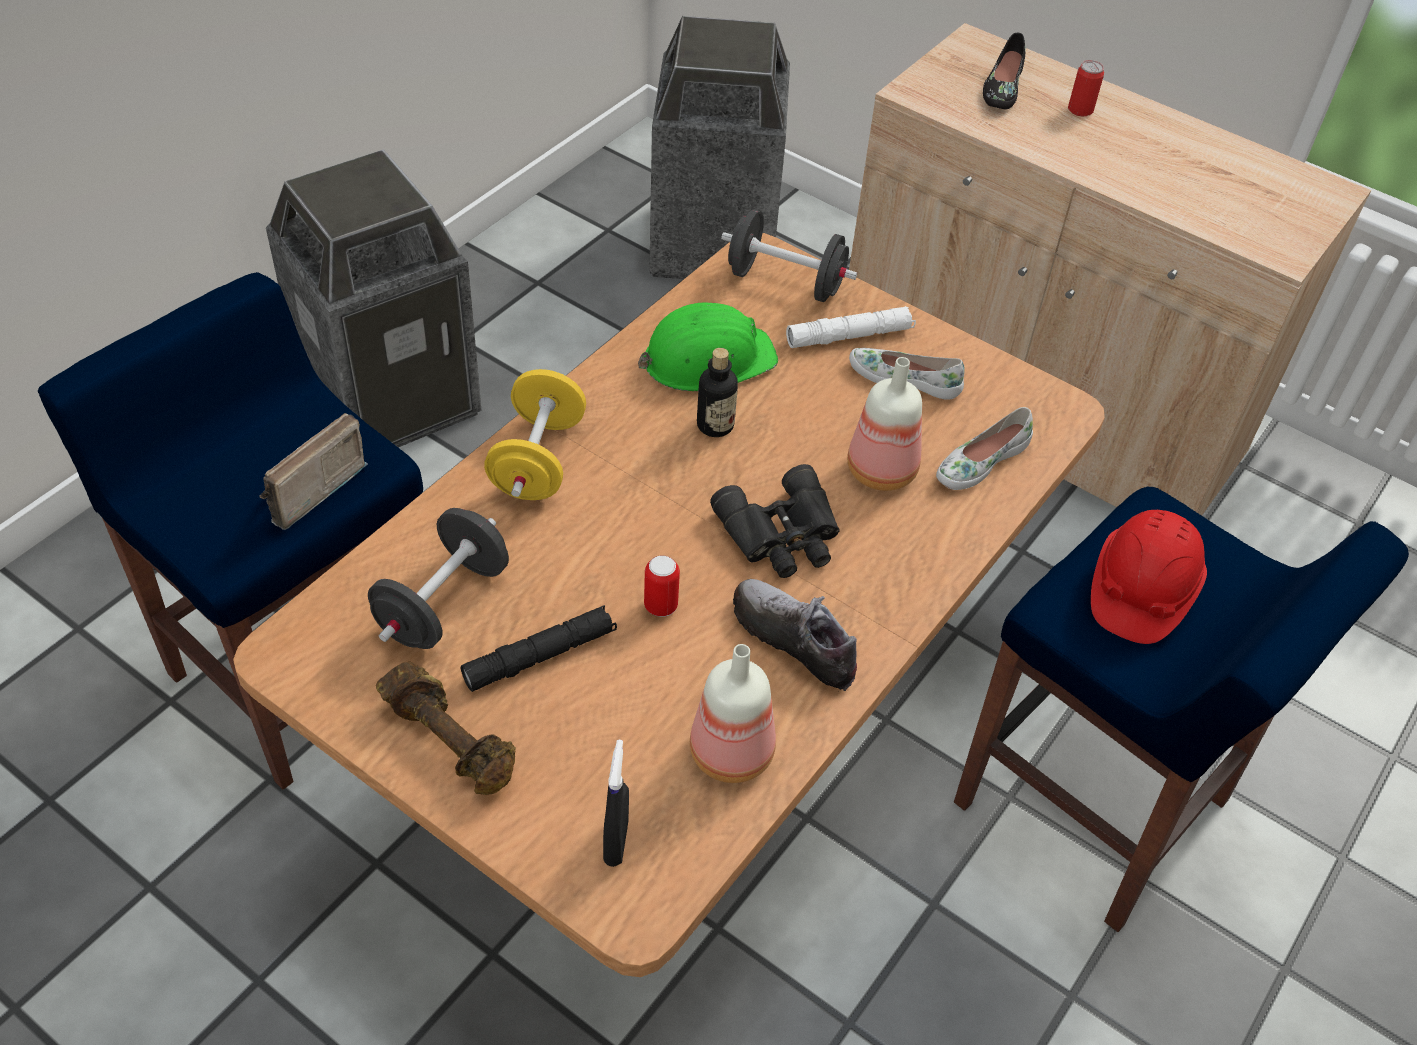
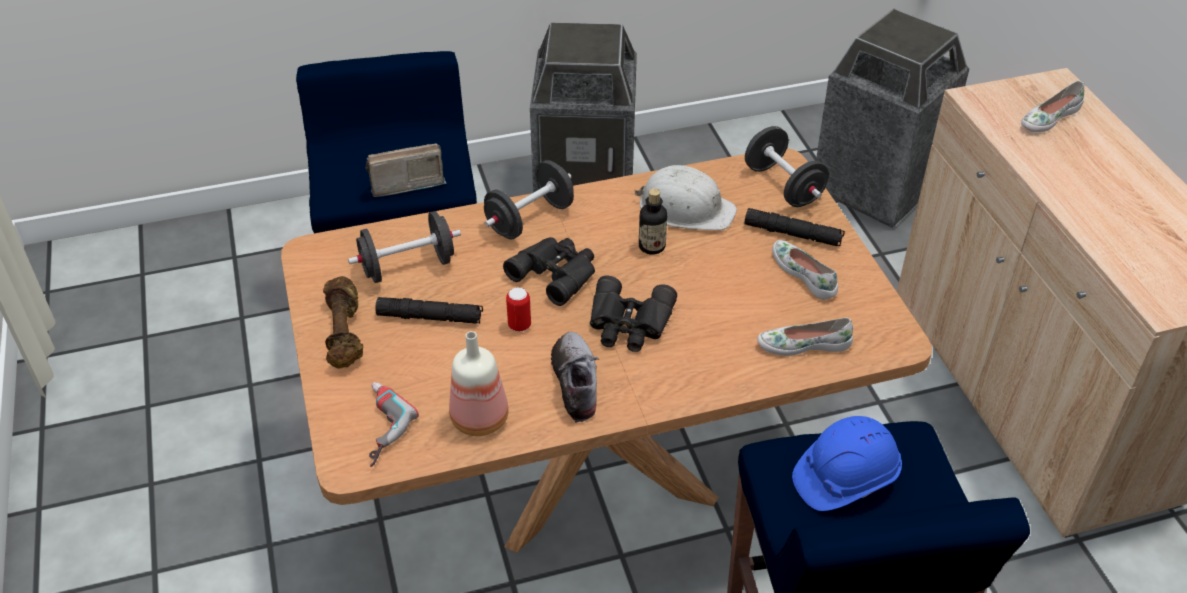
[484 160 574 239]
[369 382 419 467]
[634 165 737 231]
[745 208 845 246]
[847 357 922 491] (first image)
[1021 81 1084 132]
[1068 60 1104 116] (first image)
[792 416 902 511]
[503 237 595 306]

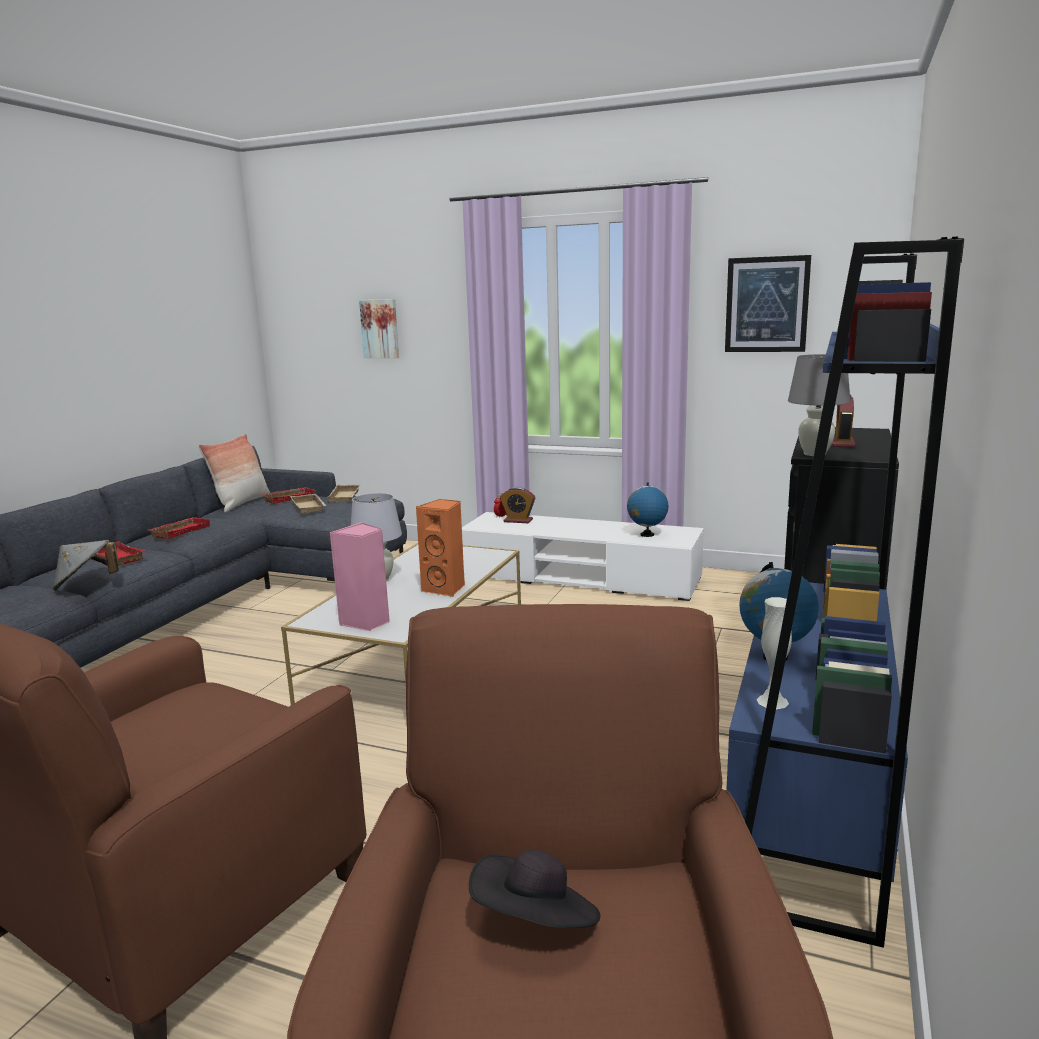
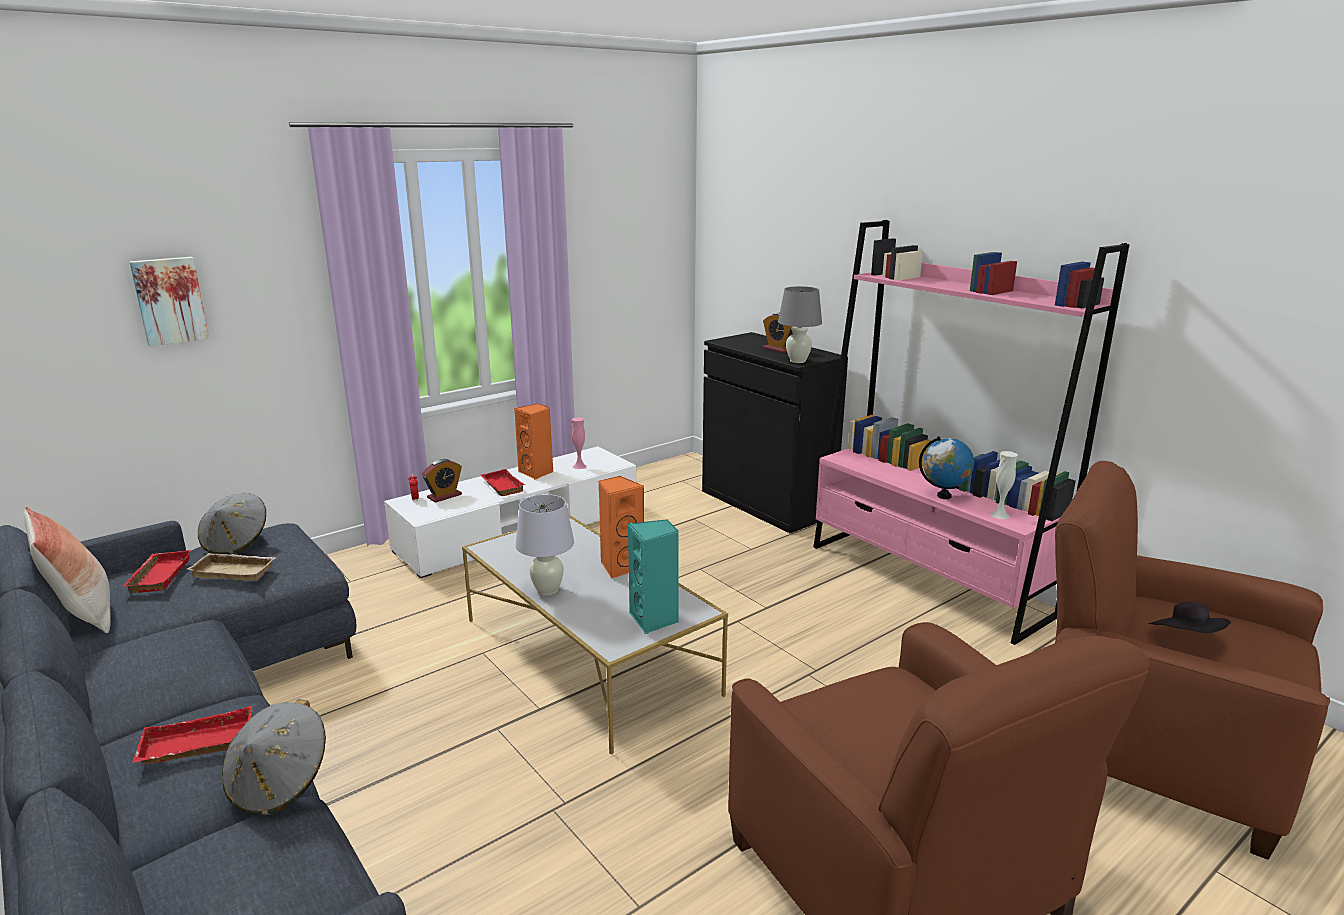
[480 469 526 496]
[198 493 266 555]
[628 519 679 634]
[572 417 587 469]
[725 255 811 352] (first image)
[813 220 1129 645]
[514 404 554 480]

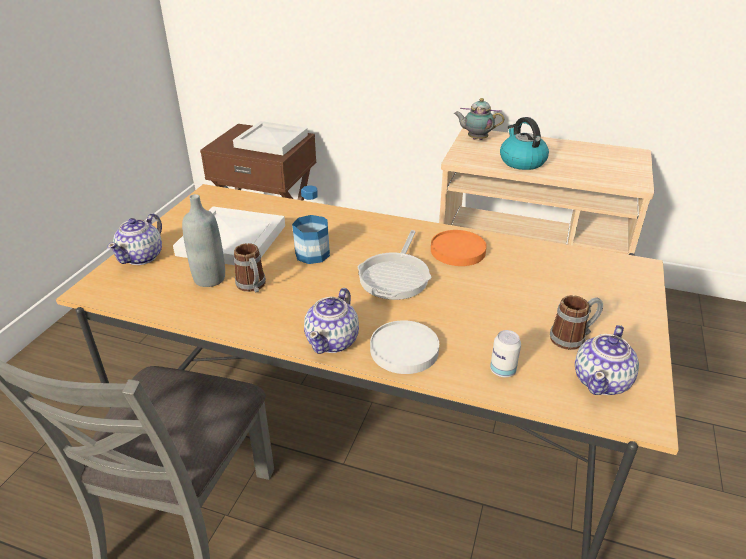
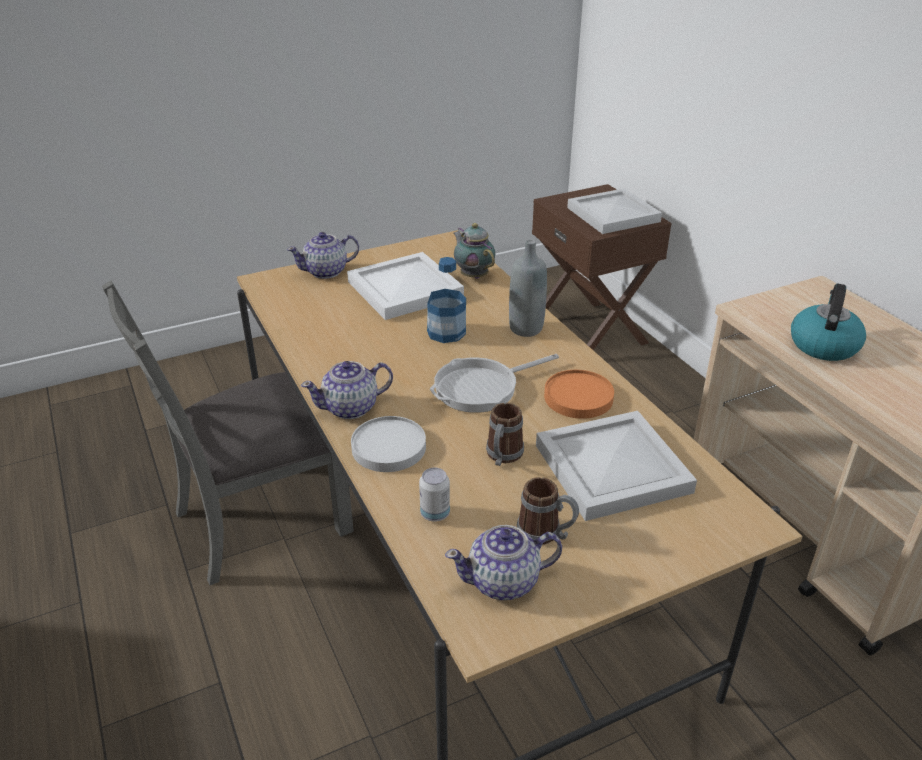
[509 240 547 337]
[486 403 524 466]
[454 223 495 279]
[536 411 697 521]

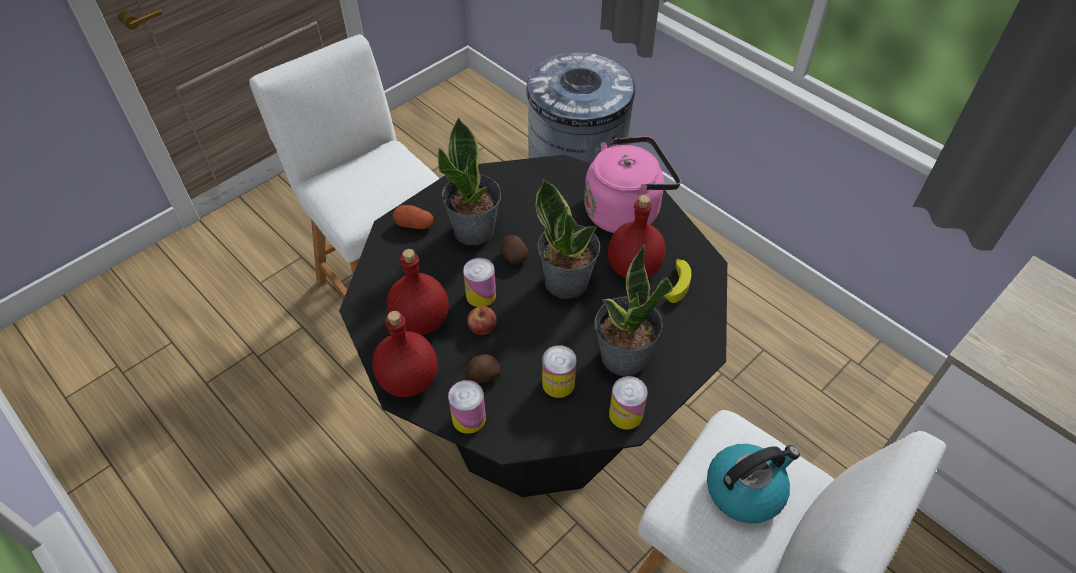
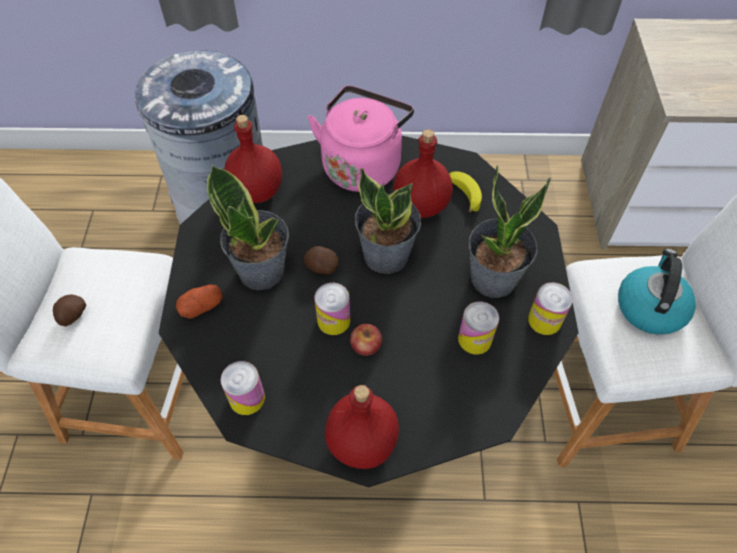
[224 115 282 203]
[221 361 265 415]
[53 295 86 326]

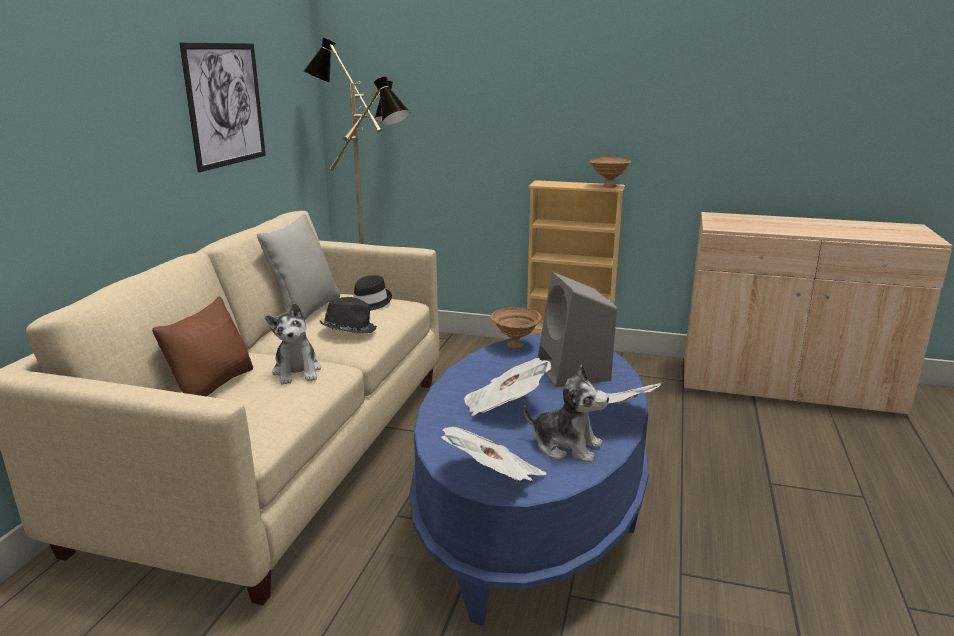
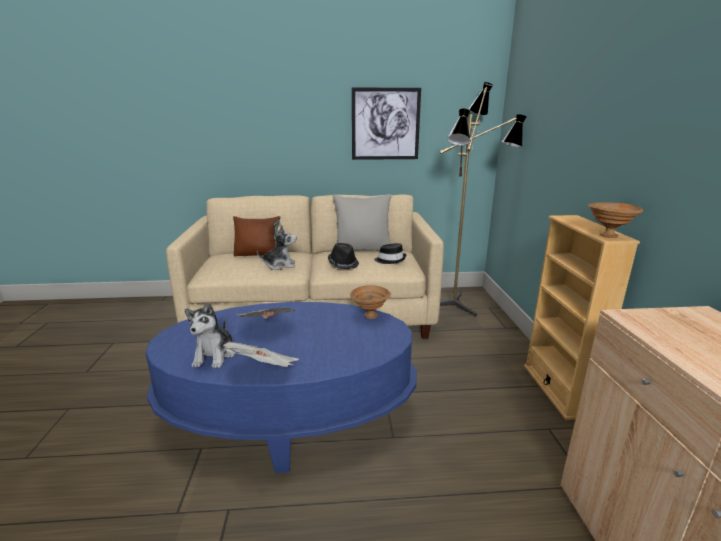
[257 225 297 270]
[441 427 547 481] (first image)
[538 272 617 387] (first image)

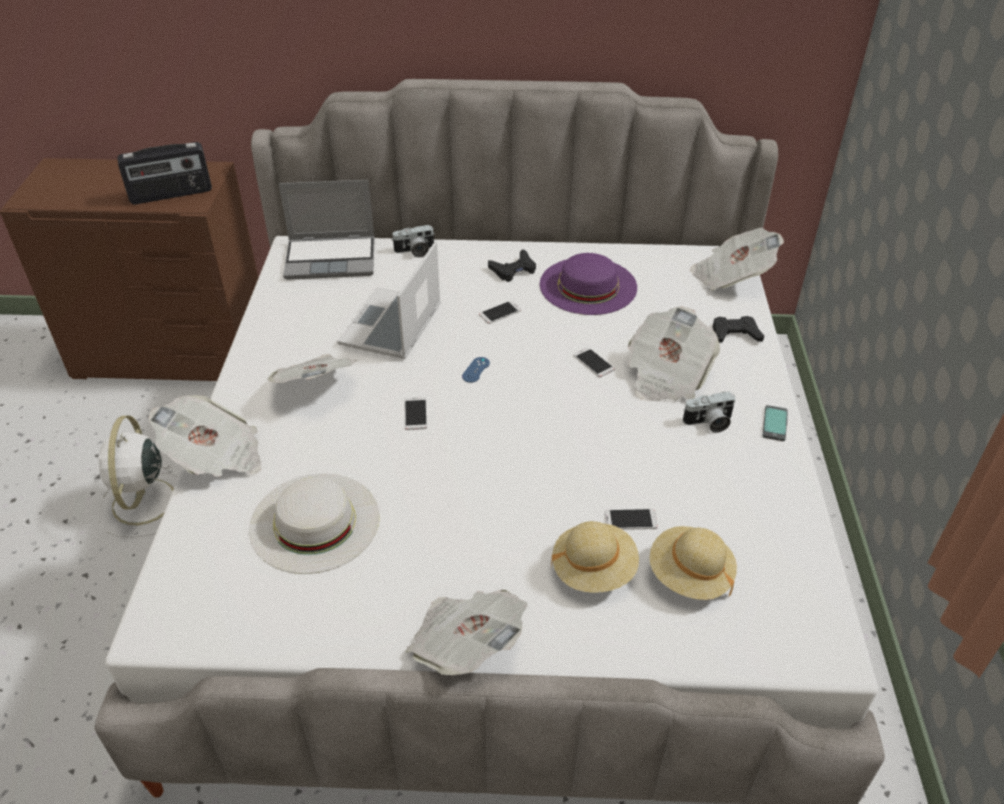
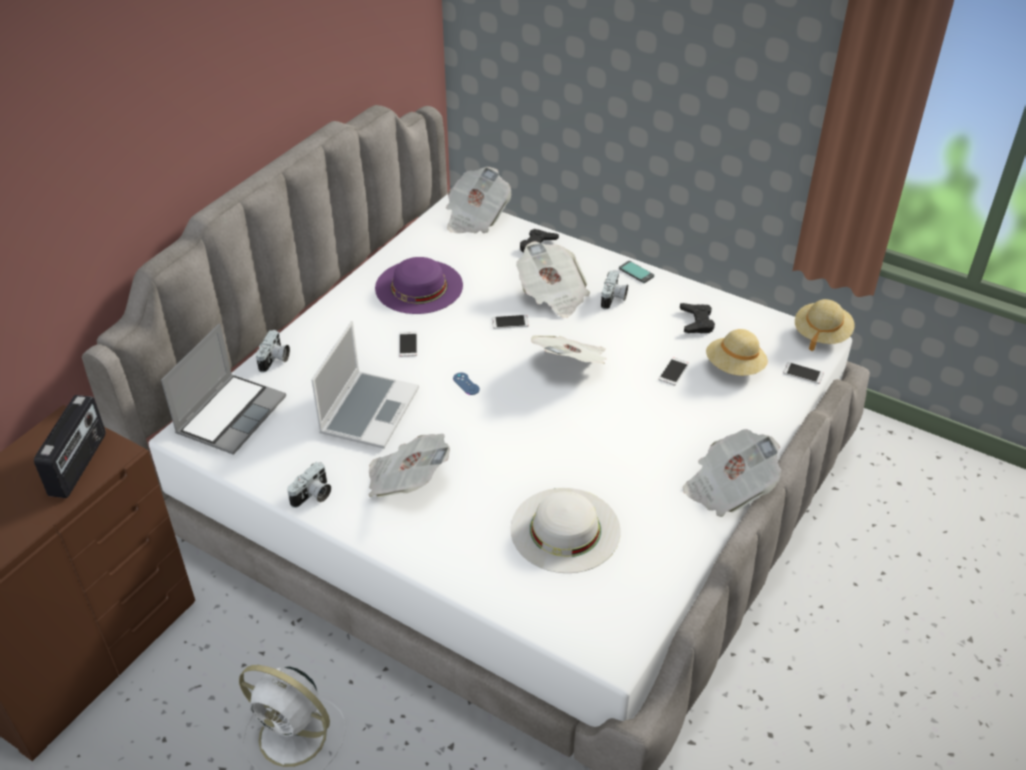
[531 335 607 364]
[311 321 419 449]
[783 362 824 384]
[680 303 715 333]
[795 299 855 351]
[287 462 331 508]

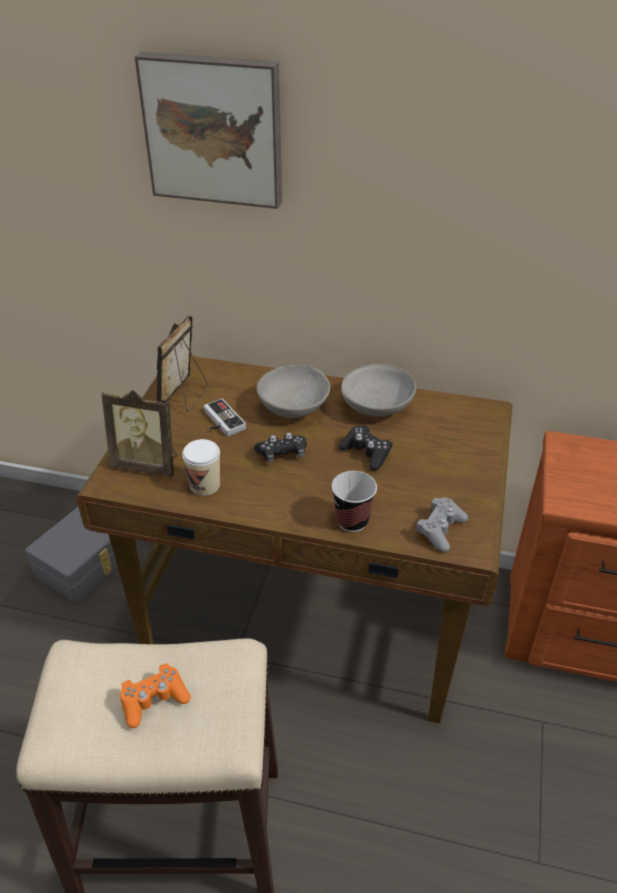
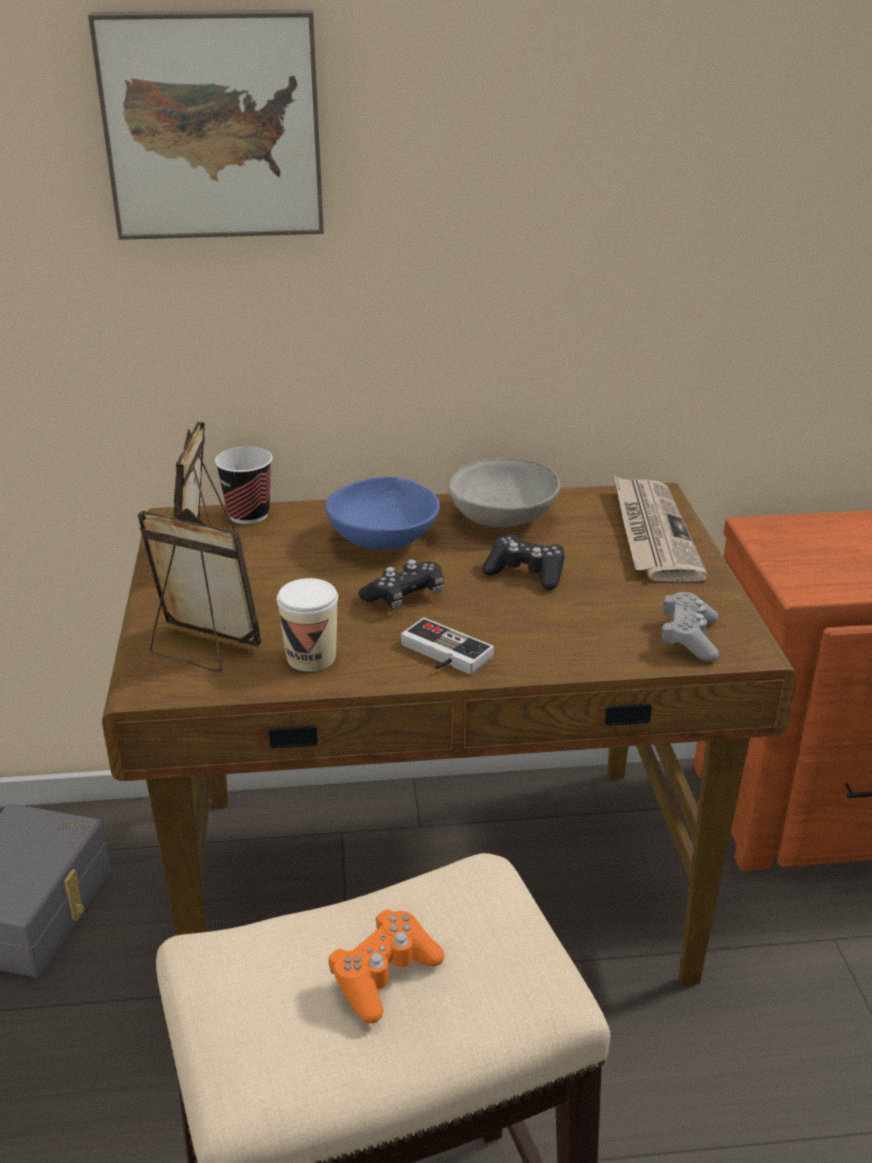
[137 508 262 672]
[401 618 494 674]
[325 477 440 550]
[215 447 273 524]
[614 475 708 582]

